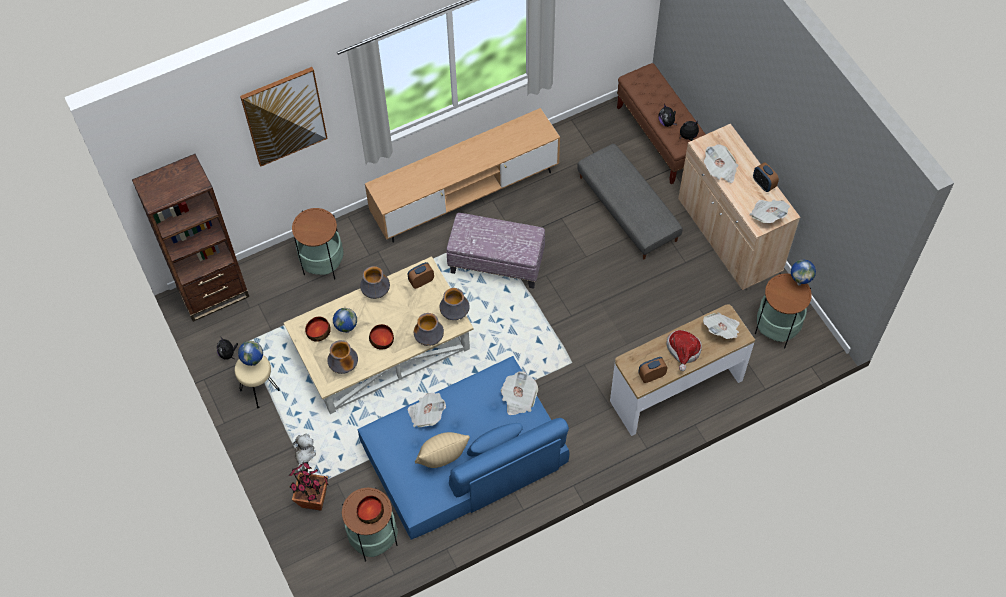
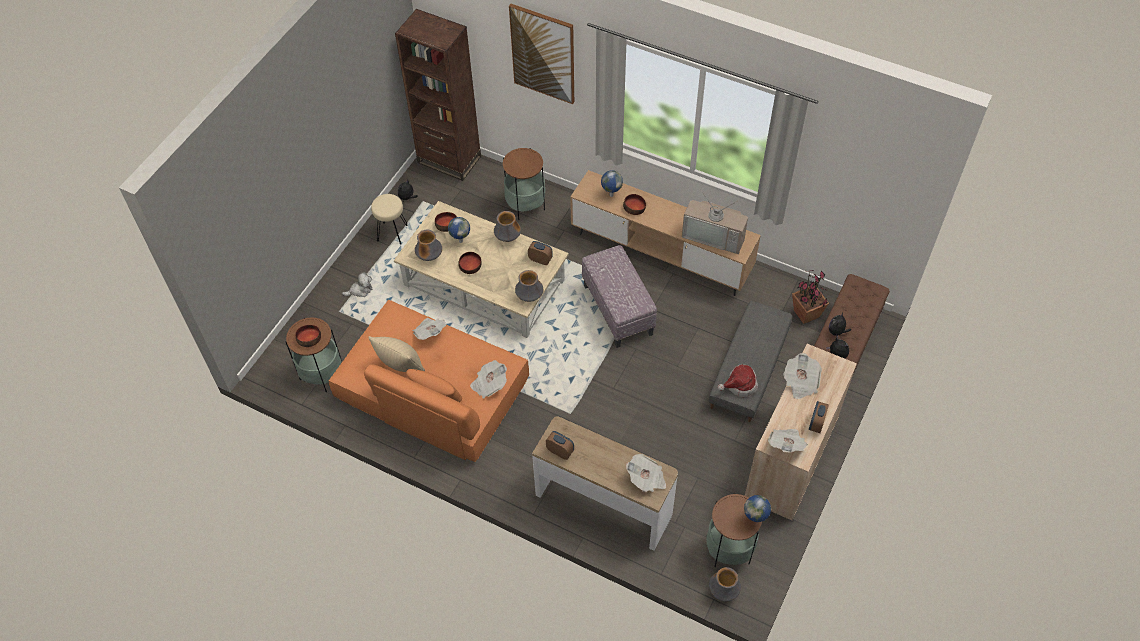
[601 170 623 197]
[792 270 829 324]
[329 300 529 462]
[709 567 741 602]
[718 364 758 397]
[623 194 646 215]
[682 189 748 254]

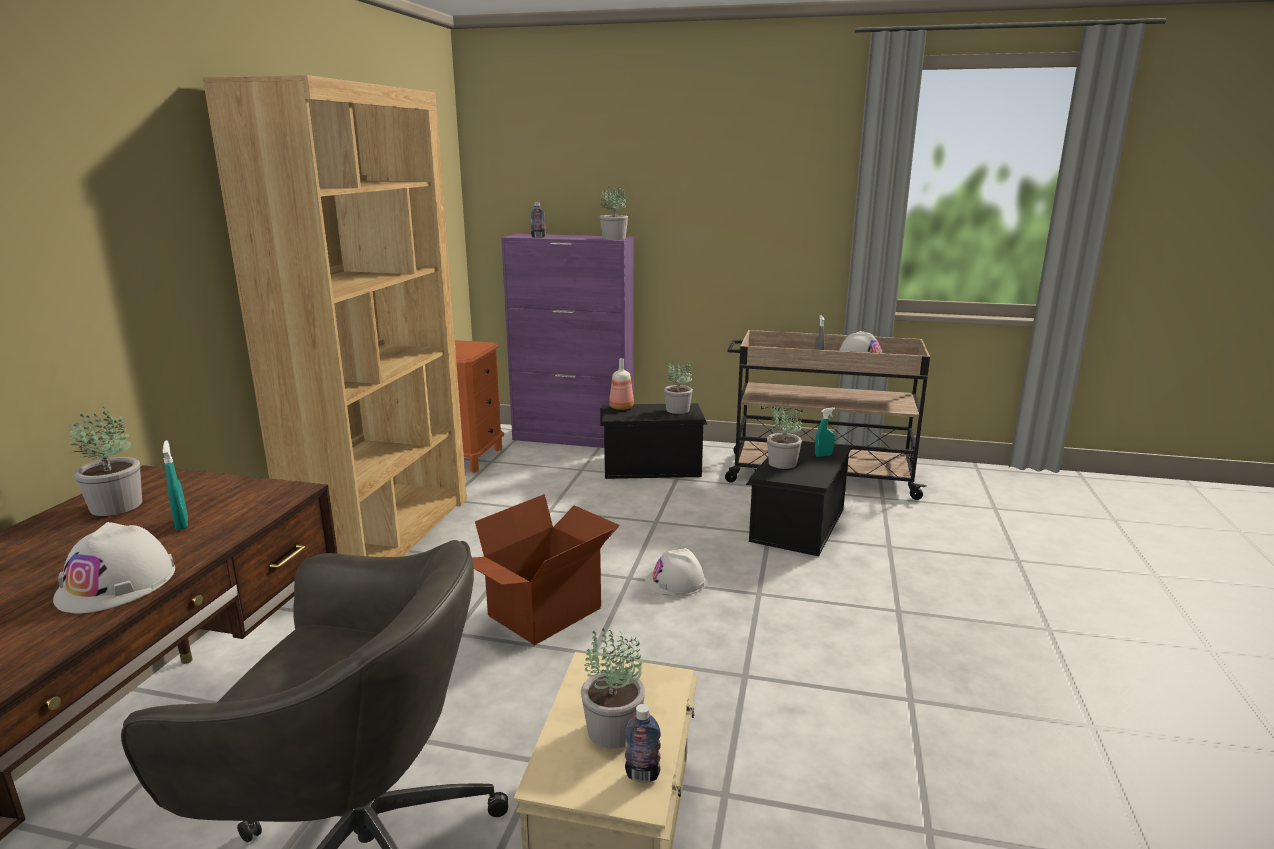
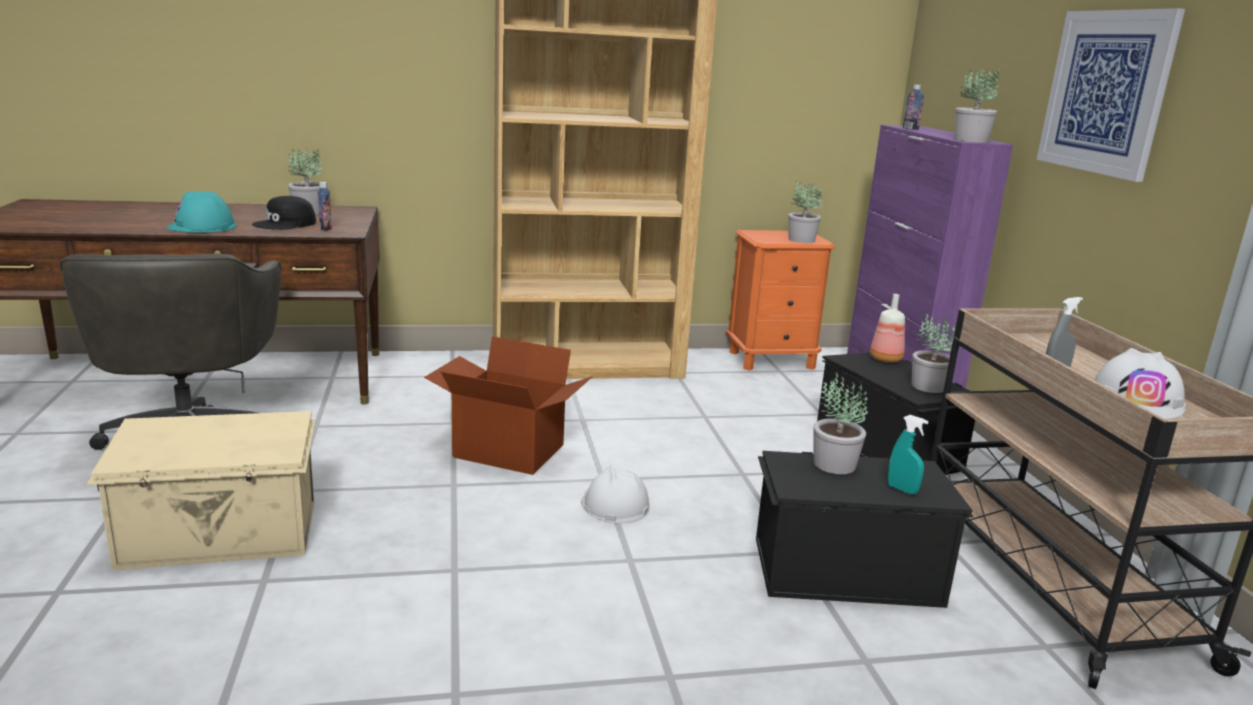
[167 191 237 233]
[252 196 316 230]
[788 180 822 243]
[318 182 332 231]
[1037 8 1185 182]

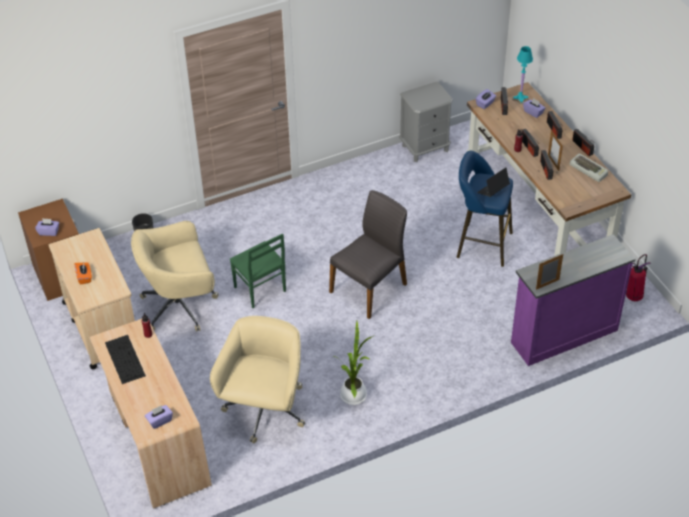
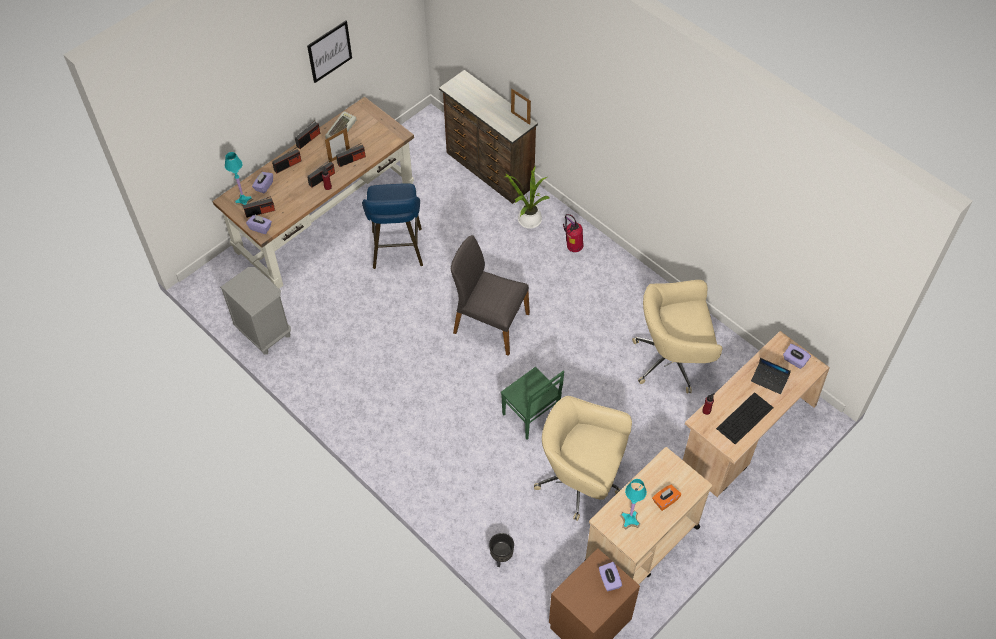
[534 396 632 521]
[501 367 564 440]
[505 166 550 228]
[751 358 791 394]
[439 70 538 204]
[563 214 584 252]
[307 21 352 83]
[620 479 647 529]

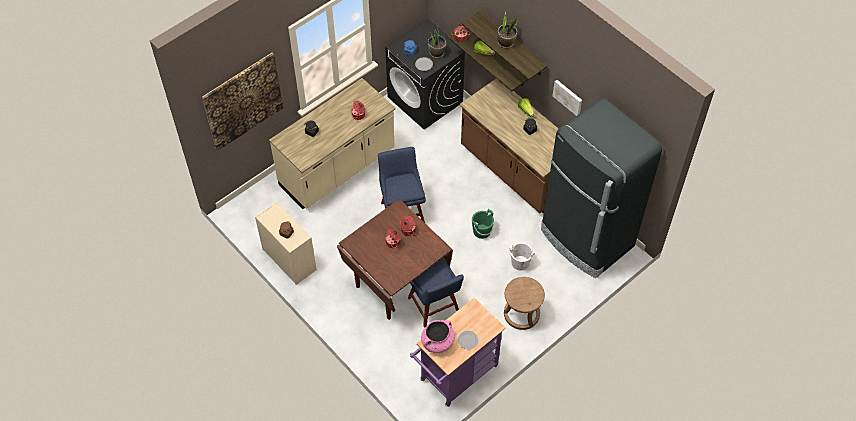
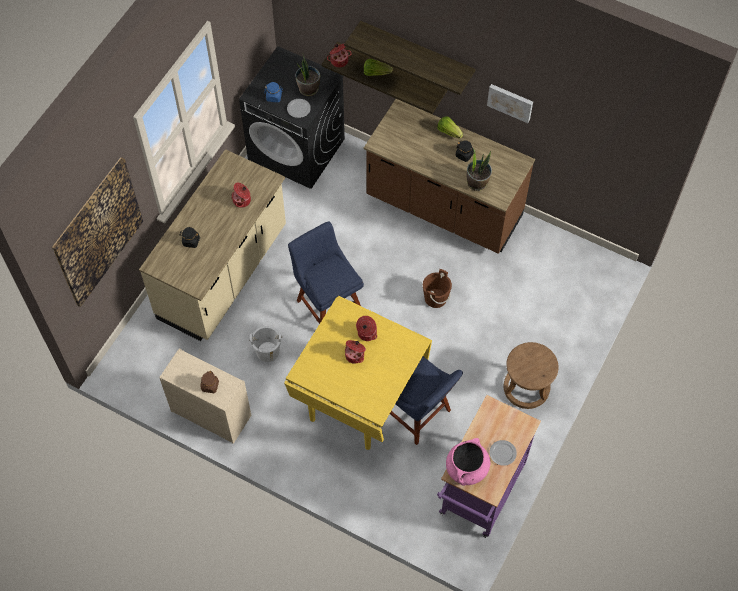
[284 296 432 450]
[423 269 452 308]
[467 149 492 191]
[249 326 283 362]
[541 98 662 278] (first image)

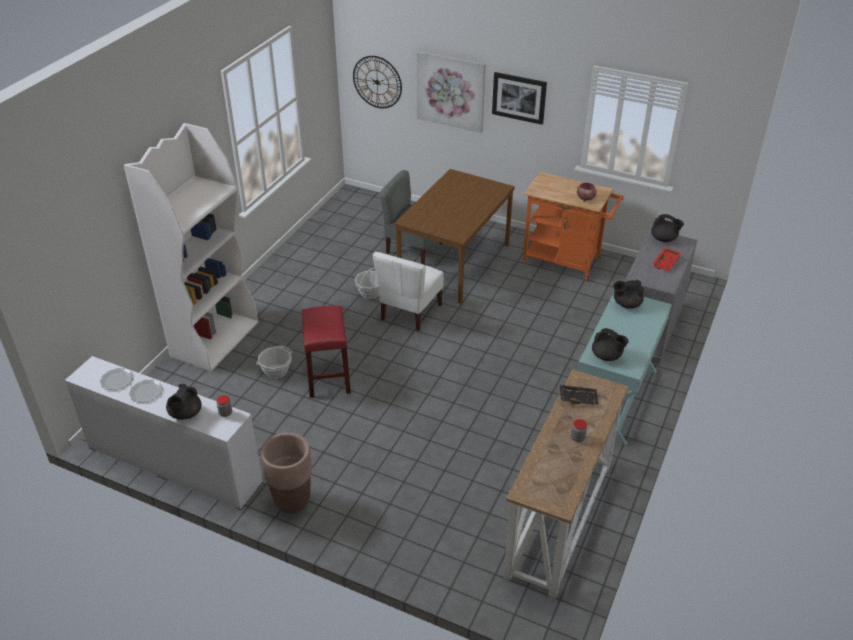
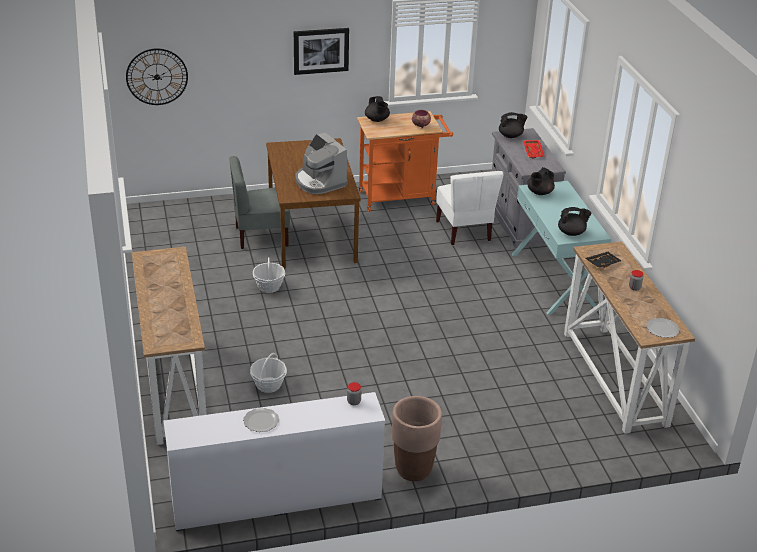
[646 318 680 338]
[132 247 207 445]
[365 96 390 122]
[302 306 351 398] (first image)
[436 171 504 245]
[416 51 486 133] (first image)
[296 133 348 194]

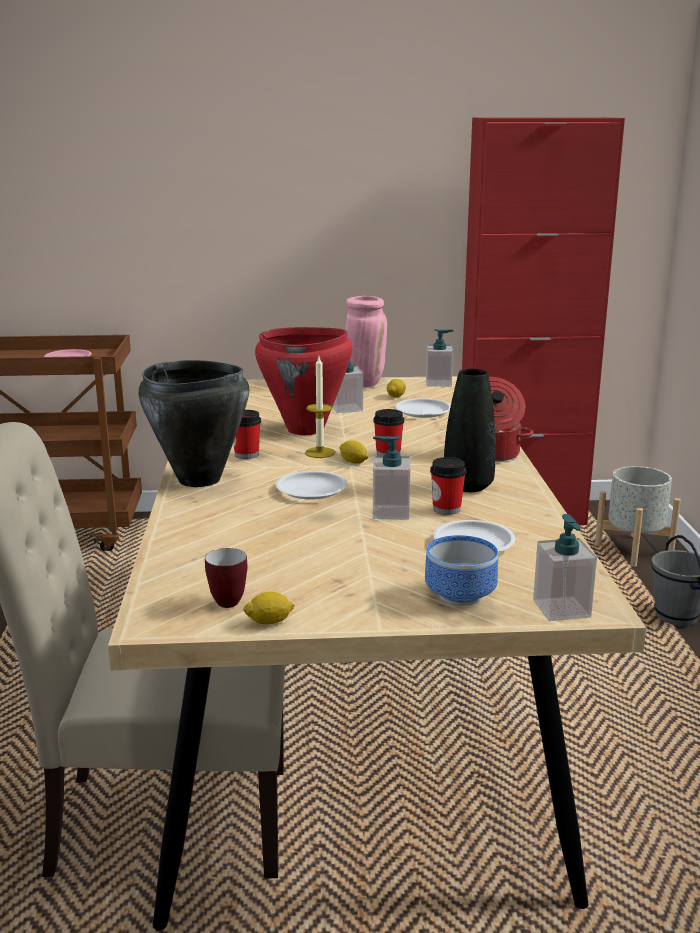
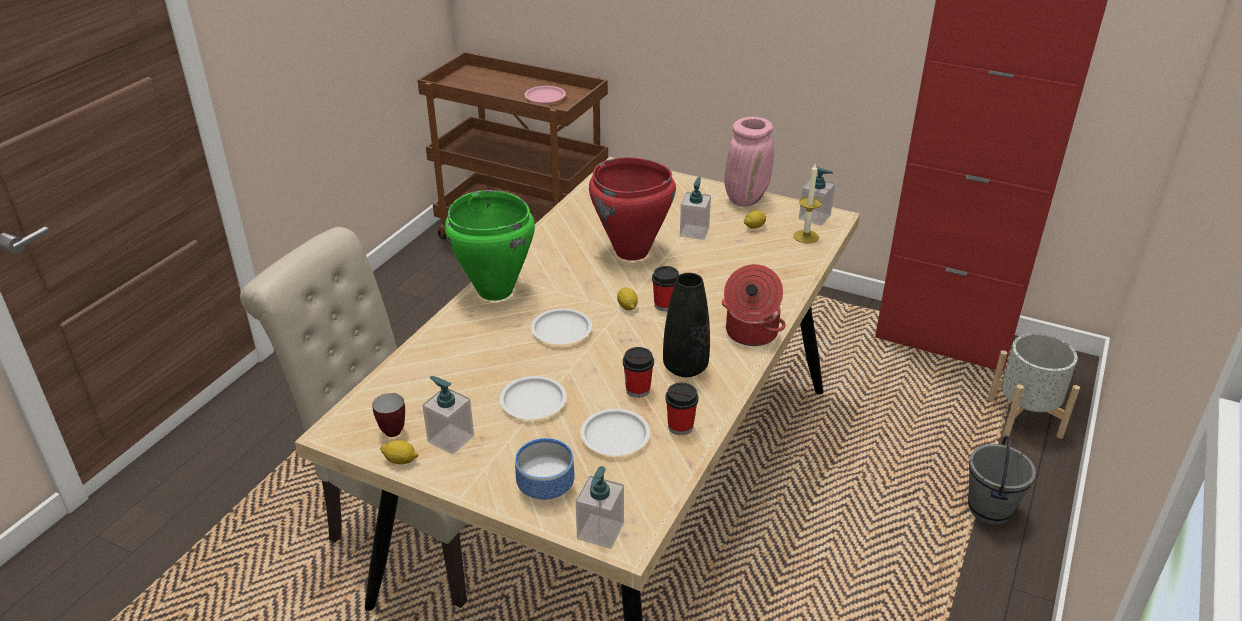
[445 190 535 301]
[665 382 699 435]
[793 164 821 243]
[422 376 474 454]
[500 376 567 419]

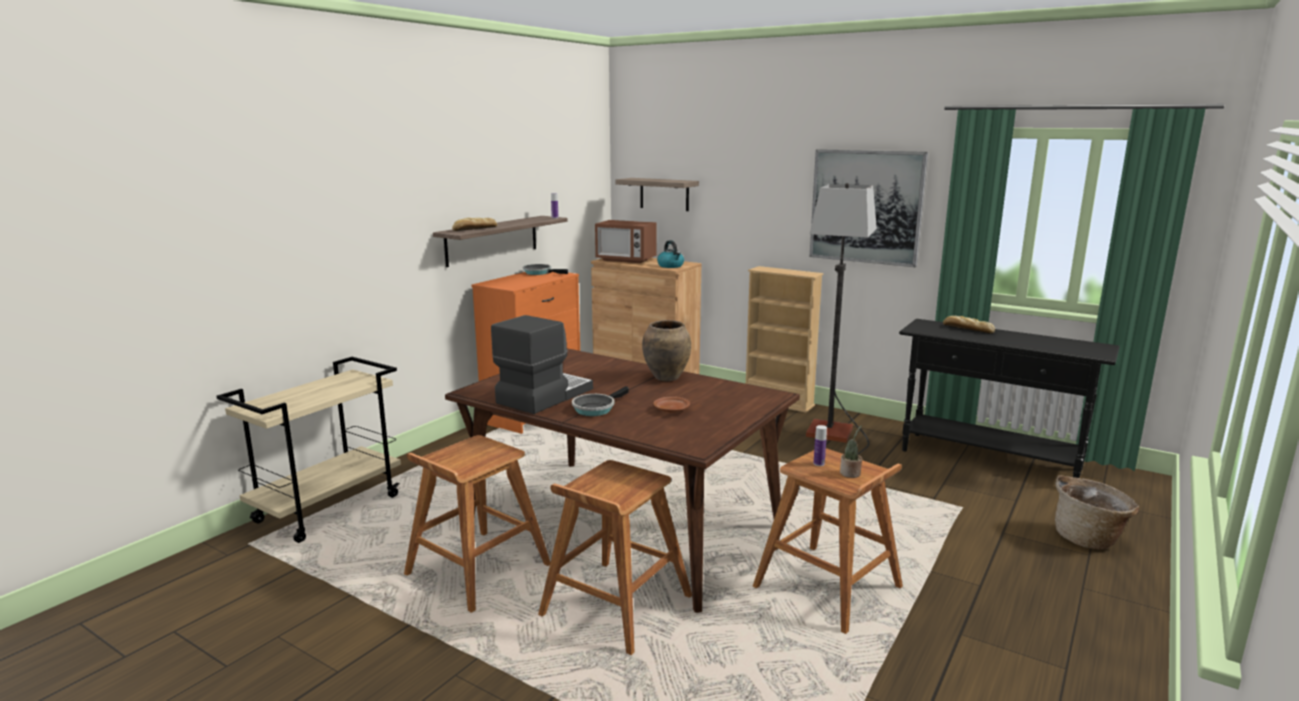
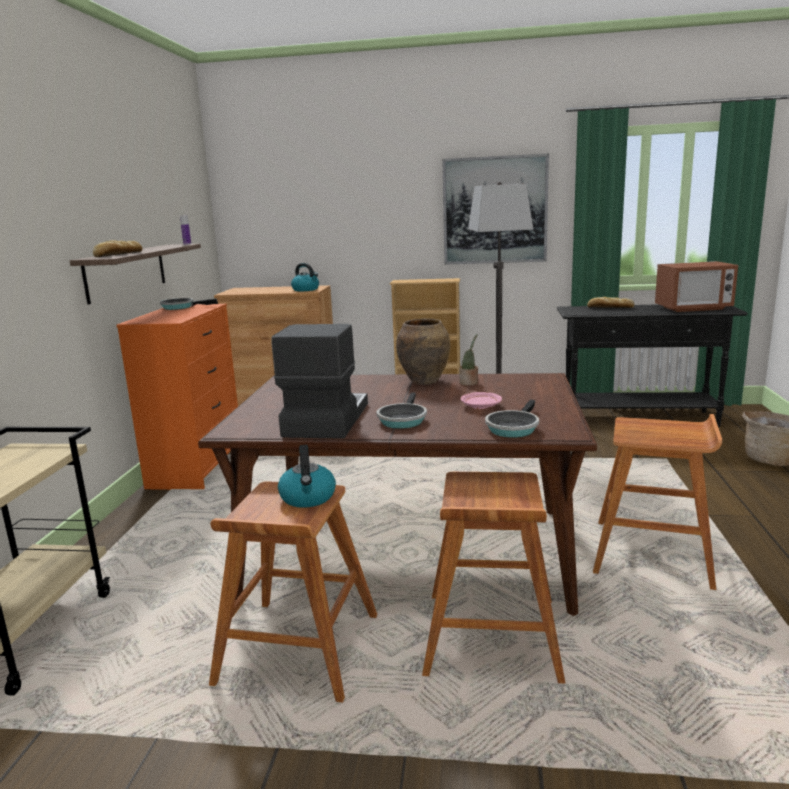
[655 261 738 312]
[615 178 699 211] (first image)
[461 392 502 409]
[813 425 827 466] (first image)
[459 334 478 385]
[278 445 336 508]
[485 400 539 438]

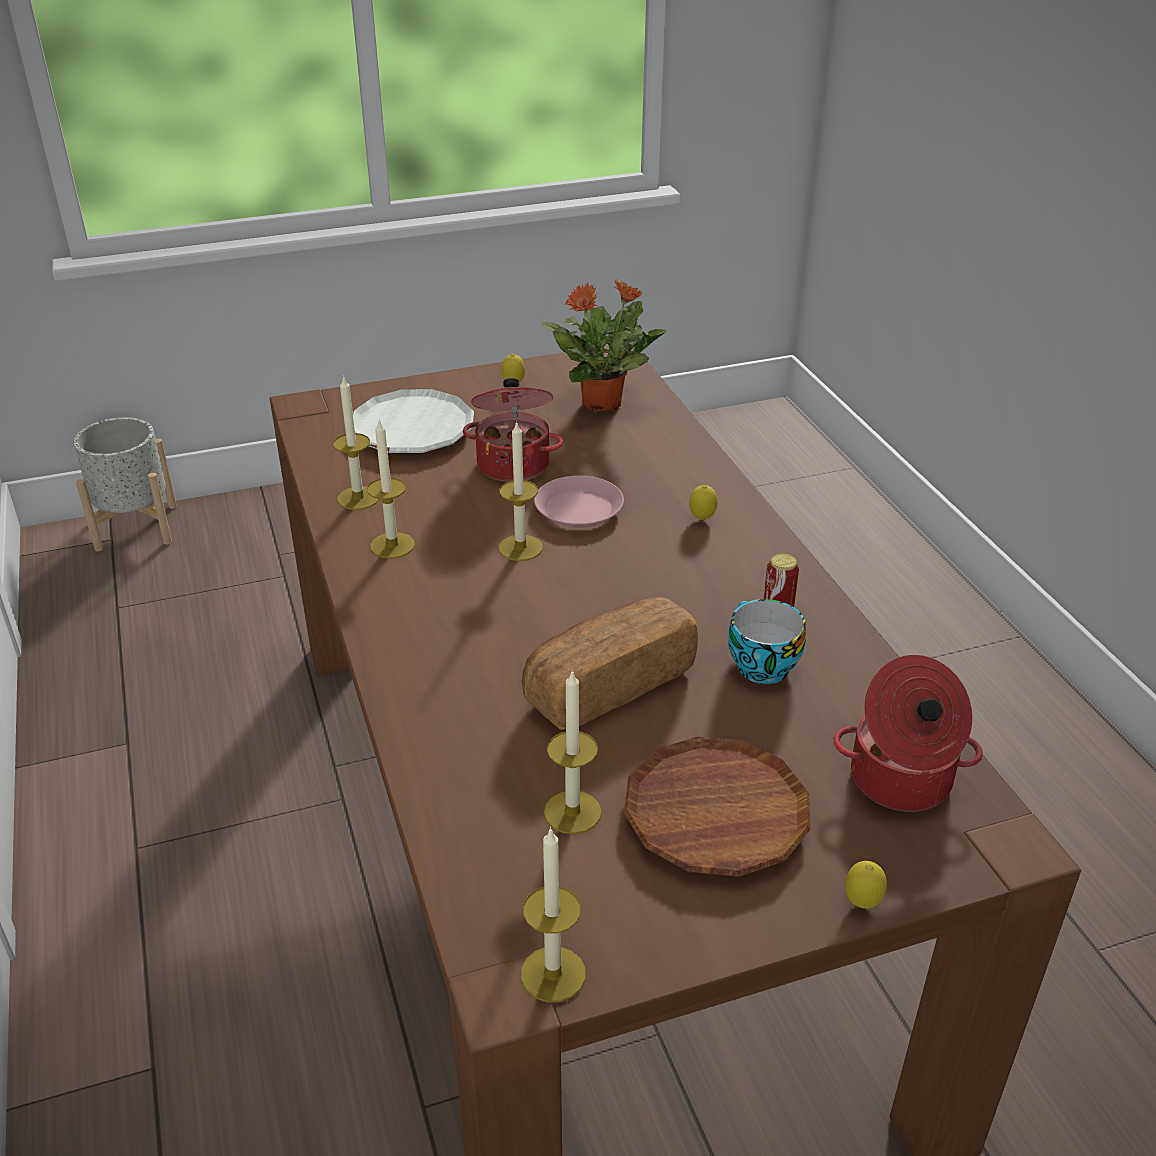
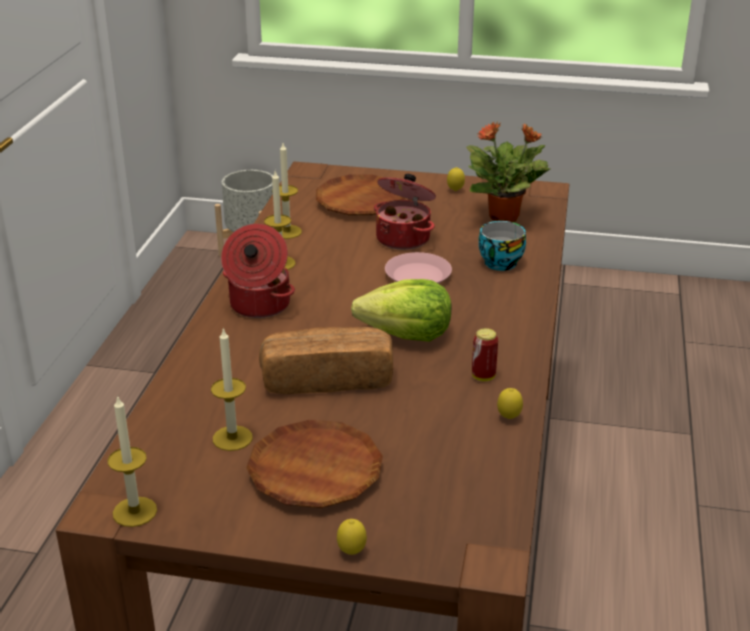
[316 174 406 215]
[499 421 543 561] (first image)
[497 388 523 419]
[479 221 526 271]
[221 224 295 318]
[351 279 451 342]

